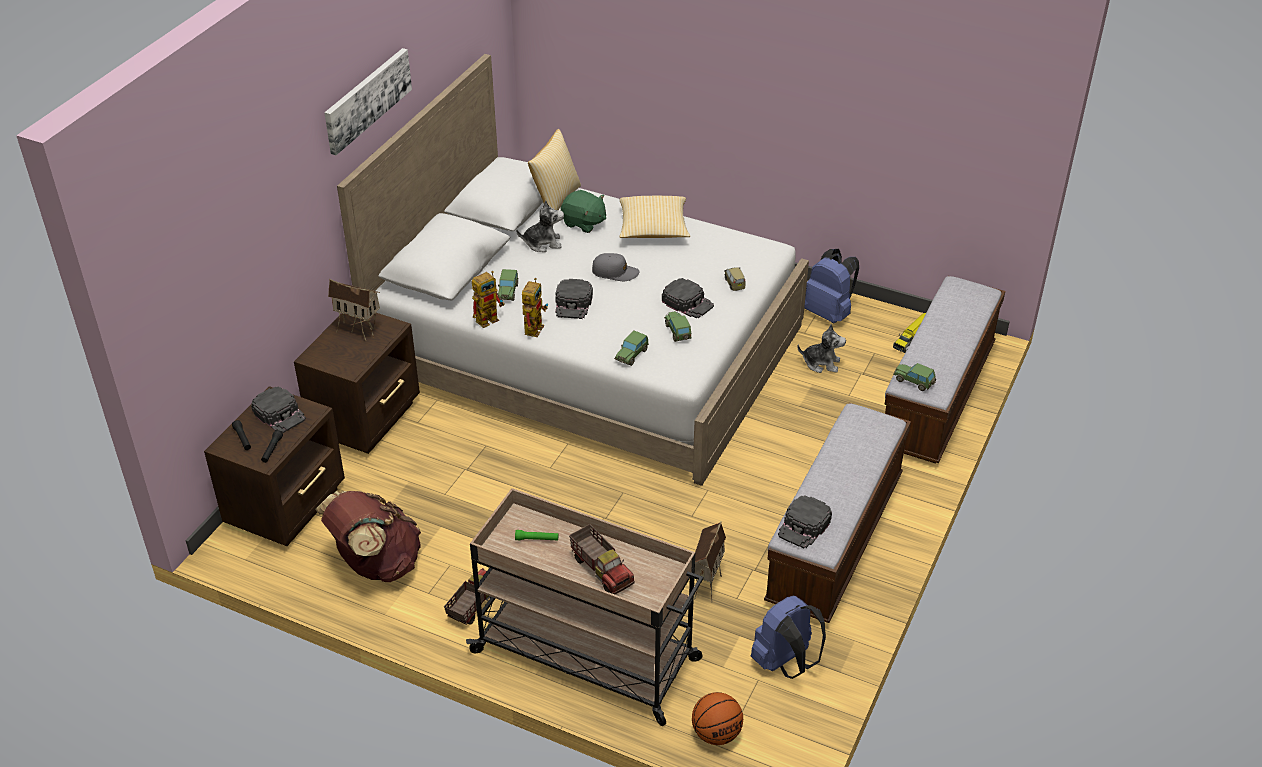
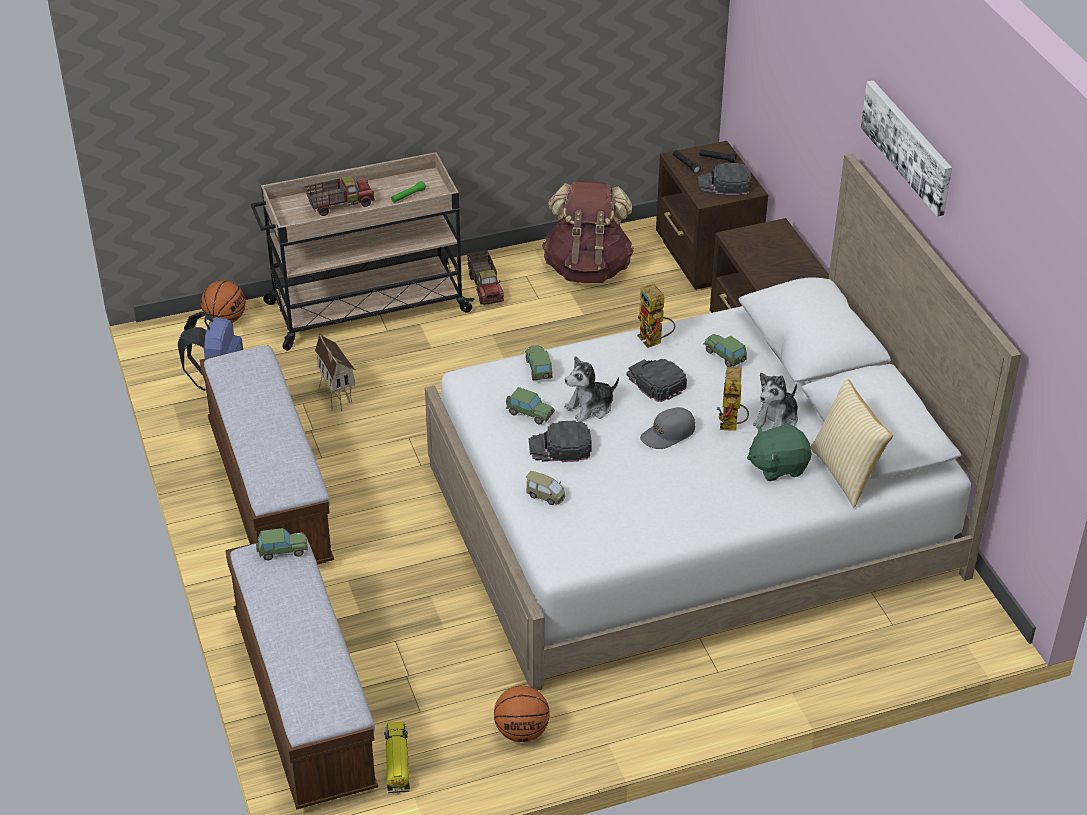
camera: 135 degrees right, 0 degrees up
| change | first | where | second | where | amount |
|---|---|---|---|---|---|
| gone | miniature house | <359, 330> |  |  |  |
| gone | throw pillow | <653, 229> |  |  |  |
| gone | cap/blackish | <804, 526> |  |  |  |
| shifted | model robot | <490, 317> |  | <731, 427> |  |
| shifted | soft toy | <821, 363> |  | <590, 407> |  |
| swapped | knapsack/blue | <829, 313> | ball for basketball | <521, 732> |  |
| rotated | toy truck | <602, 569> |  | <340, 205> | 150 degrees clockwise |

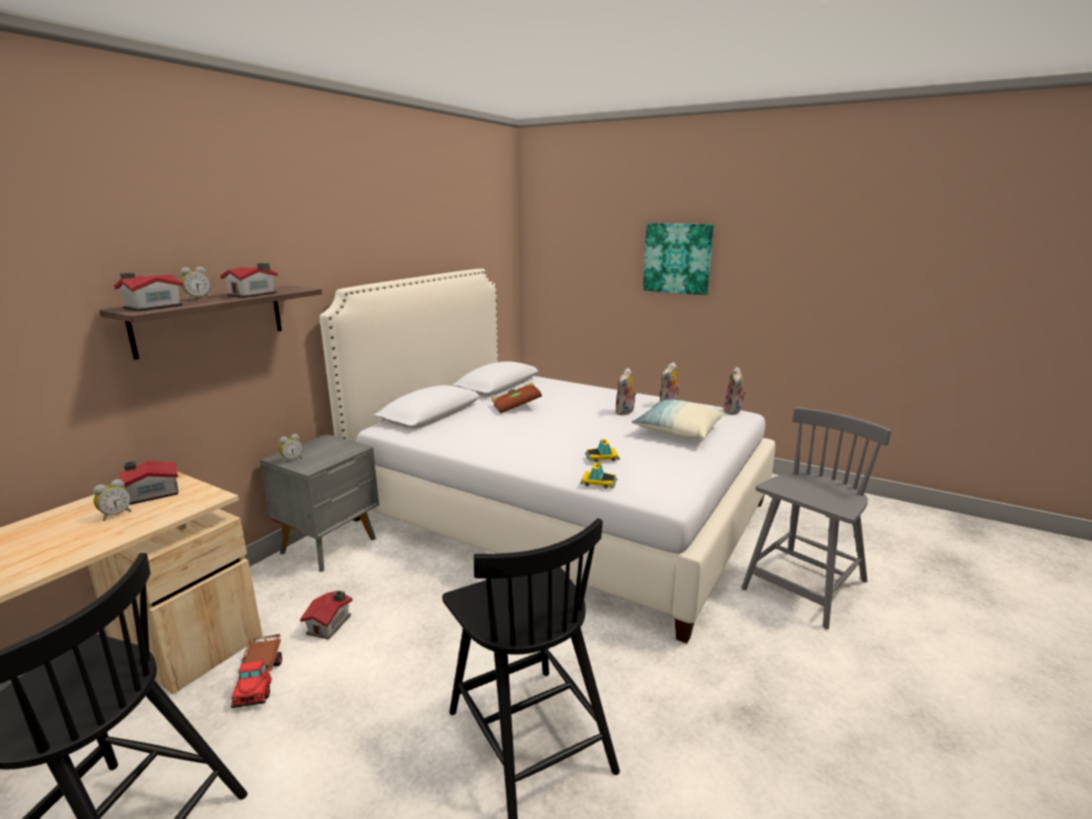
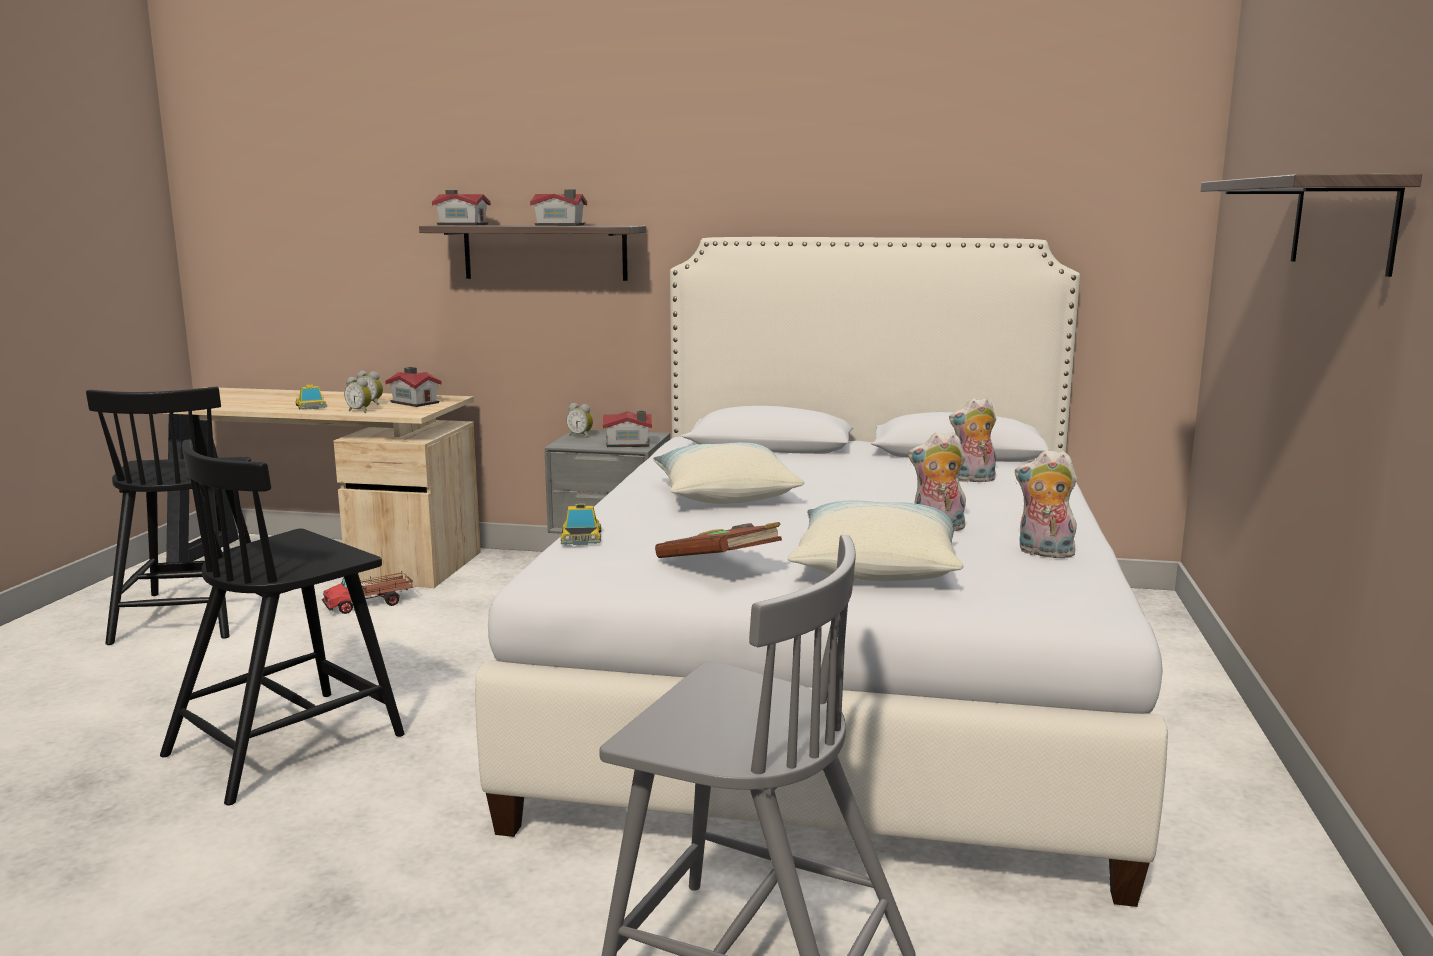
camera: 70 degrees right, 5 degrees down
| change | first | where | second | where | amount |
|---|---|---|---|---|---|
| new |  |  | throw pillow | <724, 495> |  |
| shifted | table clock | <198, 299> |  | <360, 411> |  |
| shifted | miniature house | <331, 624> |  | <629, 444> |  |
| shifted | book/brown-coloured | <516, 407> |  | <719, 565> |  |
| shifted | model car | <602, 457> |  | <311, 406> |  |
| shifted | soft toy | <733, 411> |  | <973, 480> |  |
| swapped | wall art | <677, 258> | shelf | <1342, 223> |  |

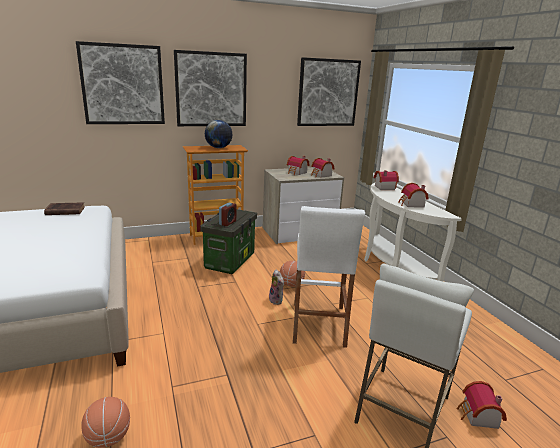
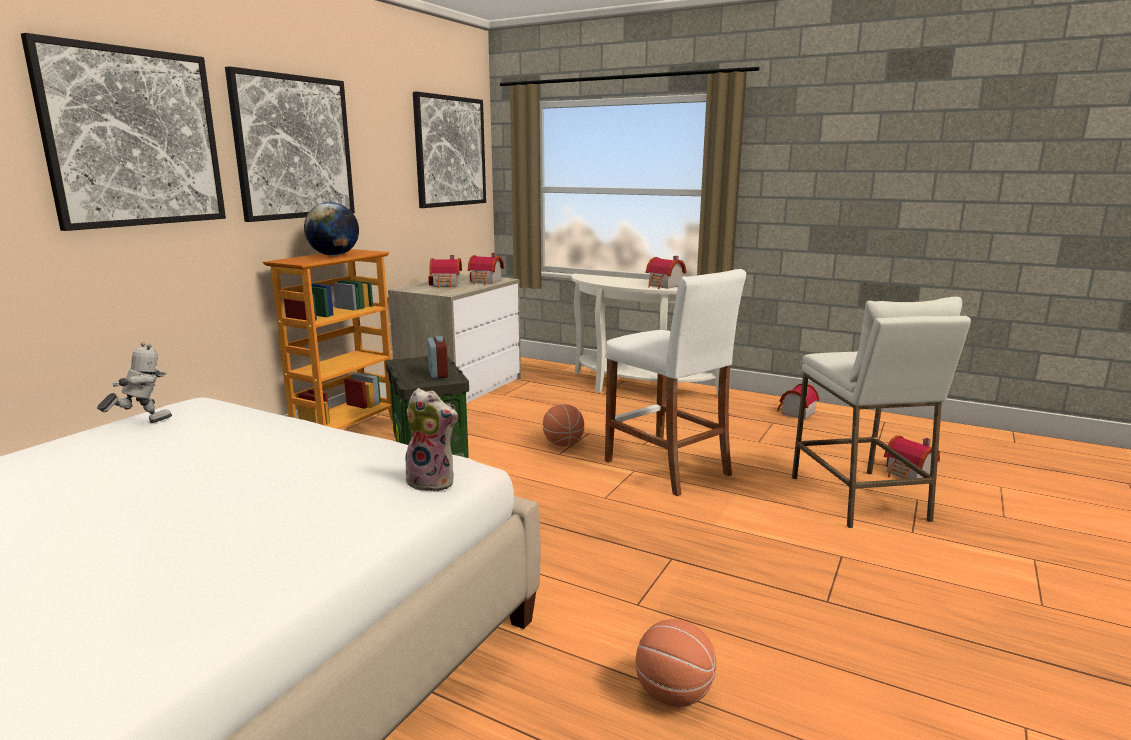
camera: 40 degrees left, 5 degrees down
| change | first | where | second | where | amount |
|---|---|---|---|---|---|
| shifted | soft toy | <277, 300> |  | <433, 482> |  |
| shifted | miniature house | <383, 187> |  | <795, 413> |  |
| swapped | book/brown-coloured | <64, 211> | model robot | <142, 423> |  |

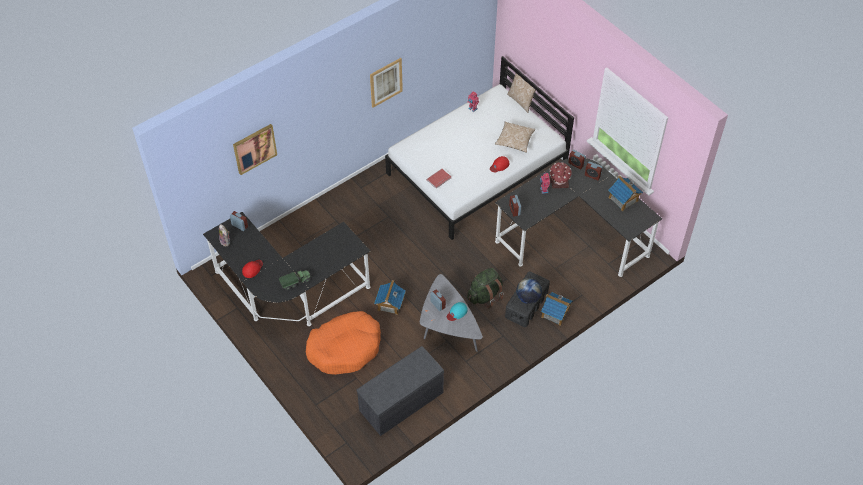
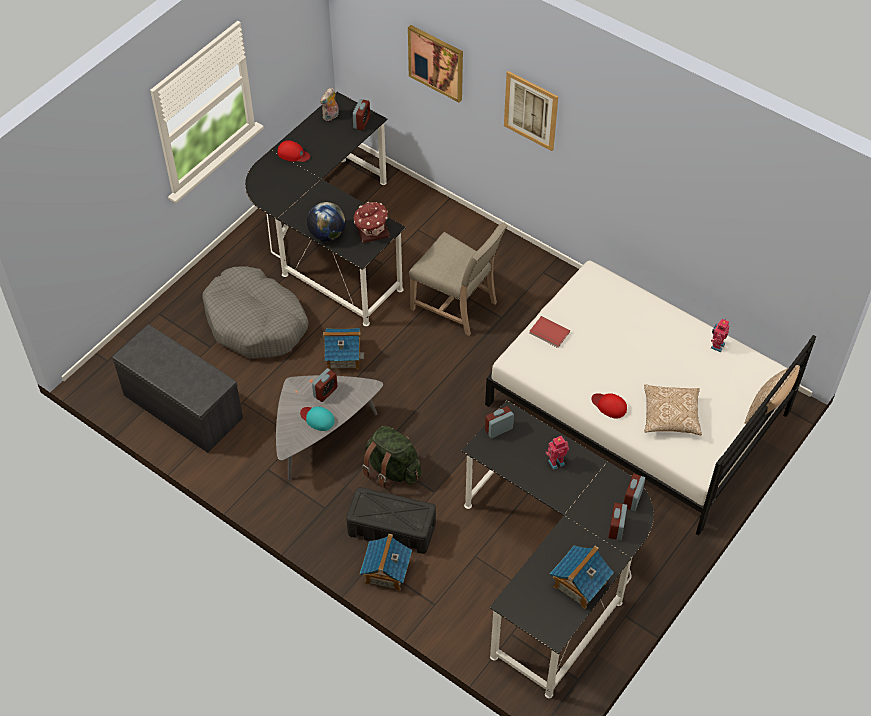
camera: 75 degrees right, 0 degrees up
| change | first | where | second | where | amount |
|---|---|---|---|---|---|
| gone | toy truck | <296, 282> |  |  |  |
| new |  |  | plain chair/sand-coloured | <457, 305> |  |
| shifted | wall art | <386, 82> |  | <531, 110> |  |
| shifted | globe | <528, 298> |  | <327, 234> |  |
| shifted | miniature house | <559, 181> |  | <371, 231> |  |
| repainted | dog cushion/orangey | <345, 348> | dog cushion/greyish | <256, 323> |  |

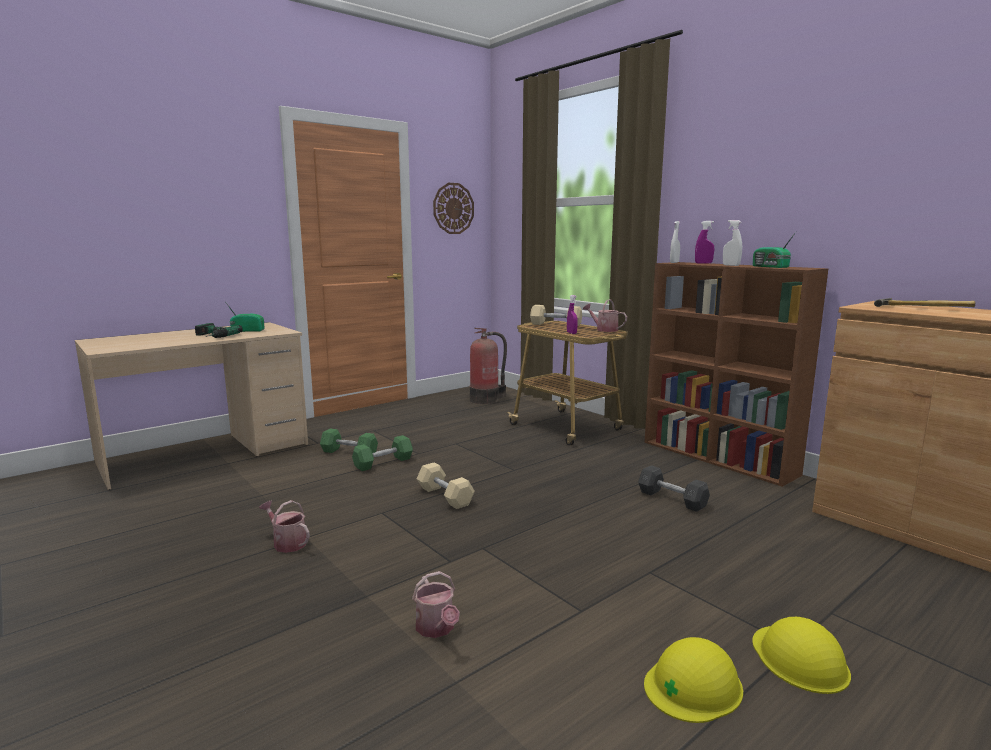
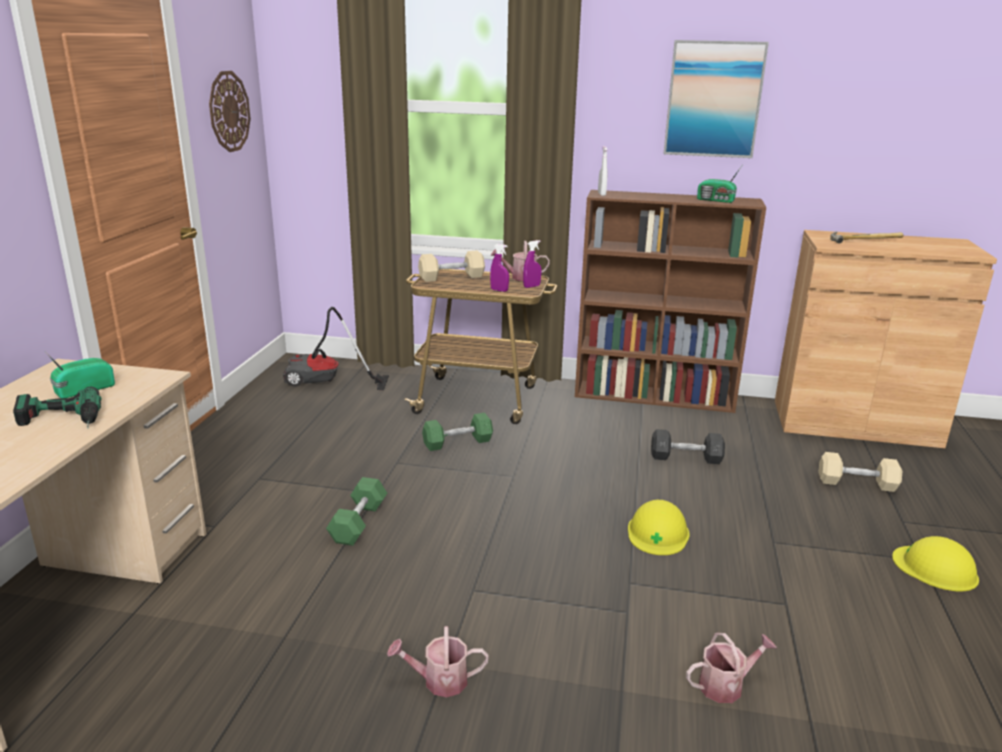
camera: 40 degrees left, 10 degrees up
| change | first | where | second | where | amount |
|---|---|---|---|---|---|
| gone | hand sprayer/white-coloured | <731, 265> |  |  |  |
| new |  |  | wall art | <713, 99> |  |
| shifted | hand weight/greenish | <349, 452> |  | <457, 442> |  |
| shifted | hand weight/sand-coloured | <445, 496> |  | <856, 483> |  |
| shifted | safety helmet/yellow-coloured | <693, 685> |  | <658, 532> |  |
| shifted | hand sprayer/purplish | <703, 263> |  | <531, 286> |  |
| swapped | fire-fighting cylinder | <486, 399> | vacuum cleaner | <326, 383> |  |
| rotated | watering pot | <437, 629> |  | <726, 685> | 45 degrees counterclockwise |

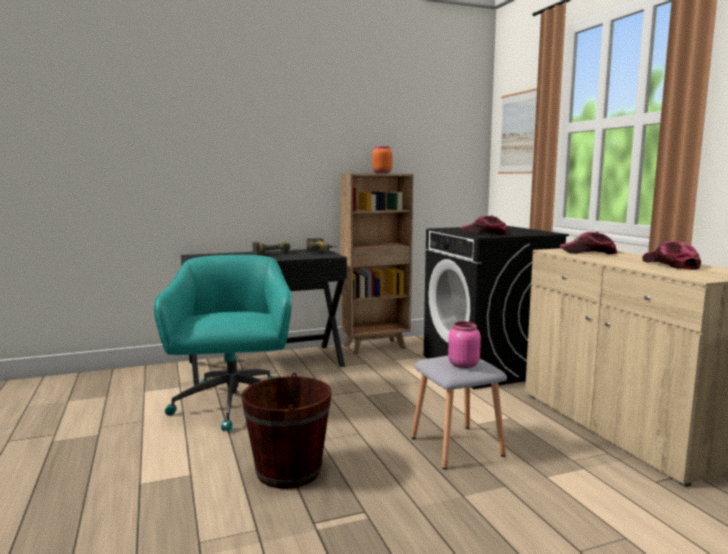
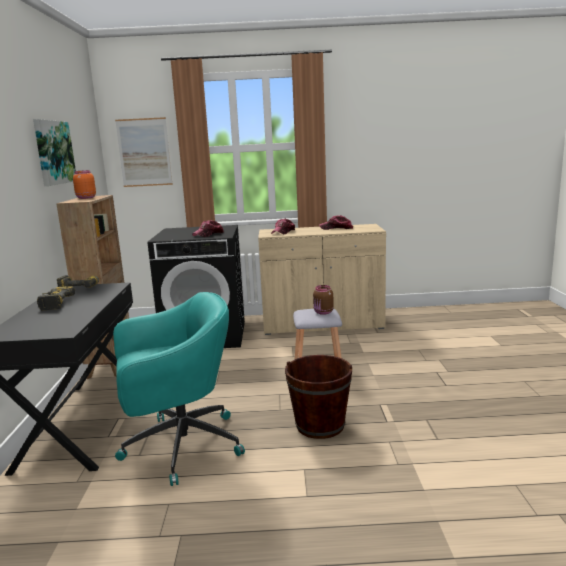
camera: 70 degrees left, 5 degrees up
| change | first | where | second | where | amount |
|---|---|---|---|---|---|
| new |  |  | wall art | <53, 152> |  |
| repainted | storage jar/pink | <462, 365> | storage jar/brown-coloured | <323, 312> |  |
| rotated | computer chair/turquoise | <233, 405> |  | <179, 446> | 150 degrees clockwise |

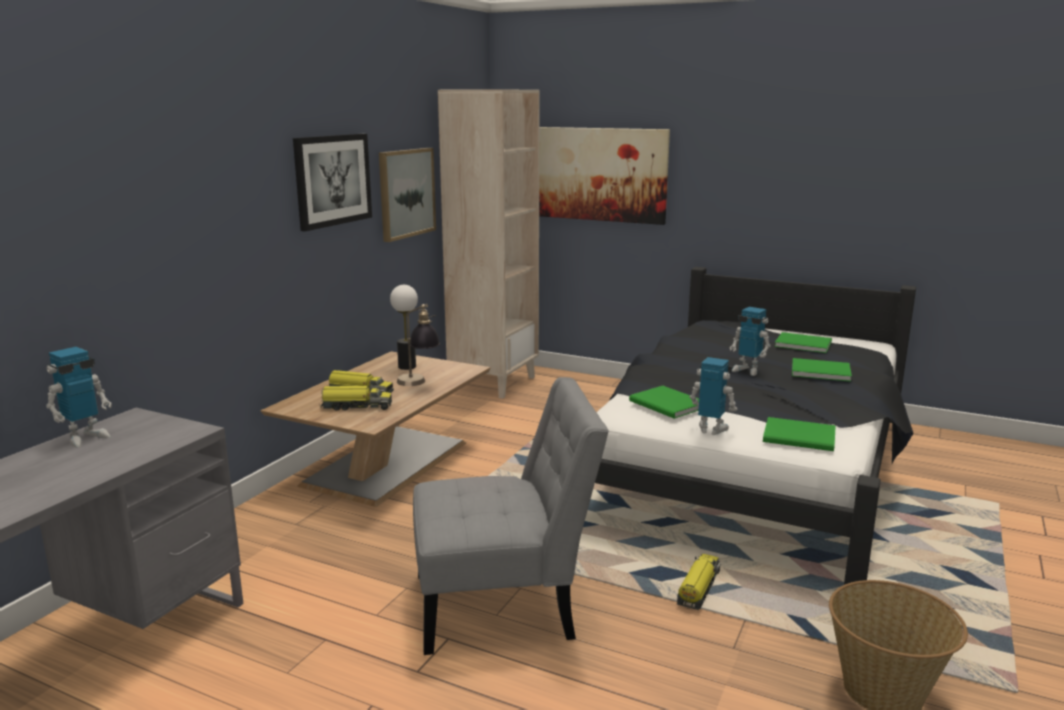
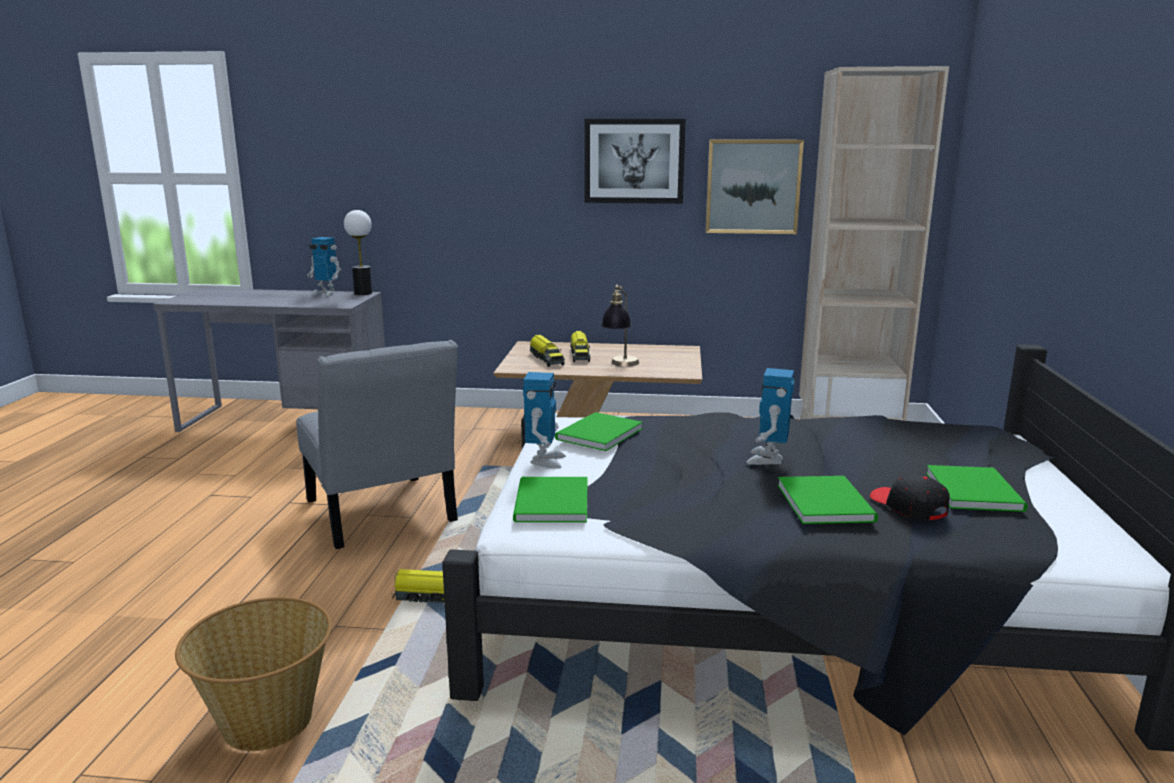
camera: 70 degrees right, 0 degrees up
| change | first | where | second | where | amount |
|---|---|---|---|---|---|
| gone | wall art | <601, 174> |  |  |  |
| new |  |  | cap/blackish | <908, 507> |  |
| shifted | tabletop lamp | <407, 366> |  | <363, 293> |  |

